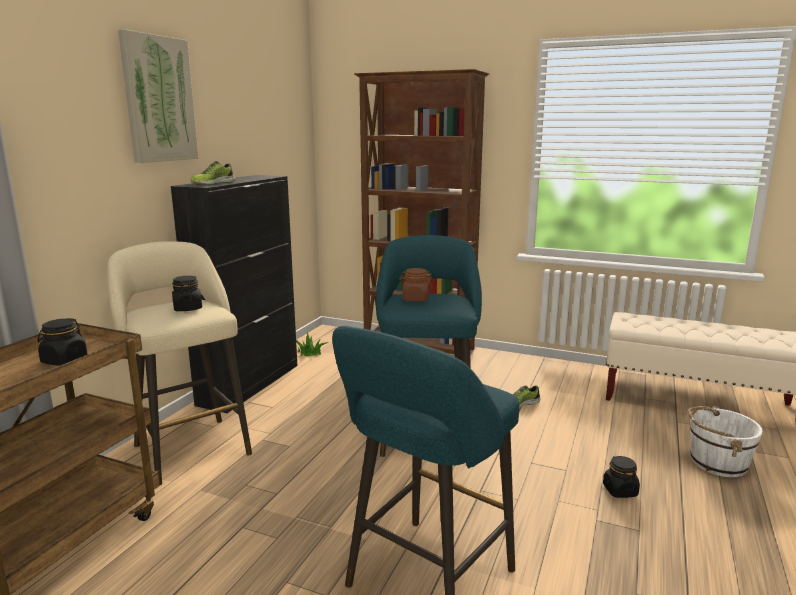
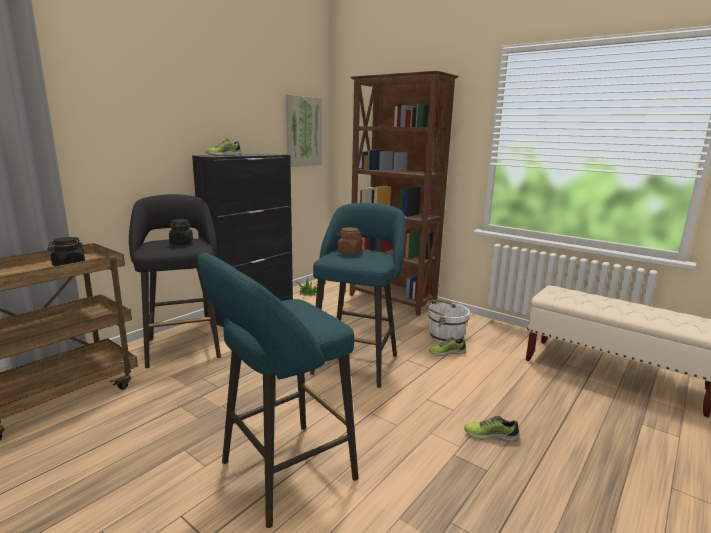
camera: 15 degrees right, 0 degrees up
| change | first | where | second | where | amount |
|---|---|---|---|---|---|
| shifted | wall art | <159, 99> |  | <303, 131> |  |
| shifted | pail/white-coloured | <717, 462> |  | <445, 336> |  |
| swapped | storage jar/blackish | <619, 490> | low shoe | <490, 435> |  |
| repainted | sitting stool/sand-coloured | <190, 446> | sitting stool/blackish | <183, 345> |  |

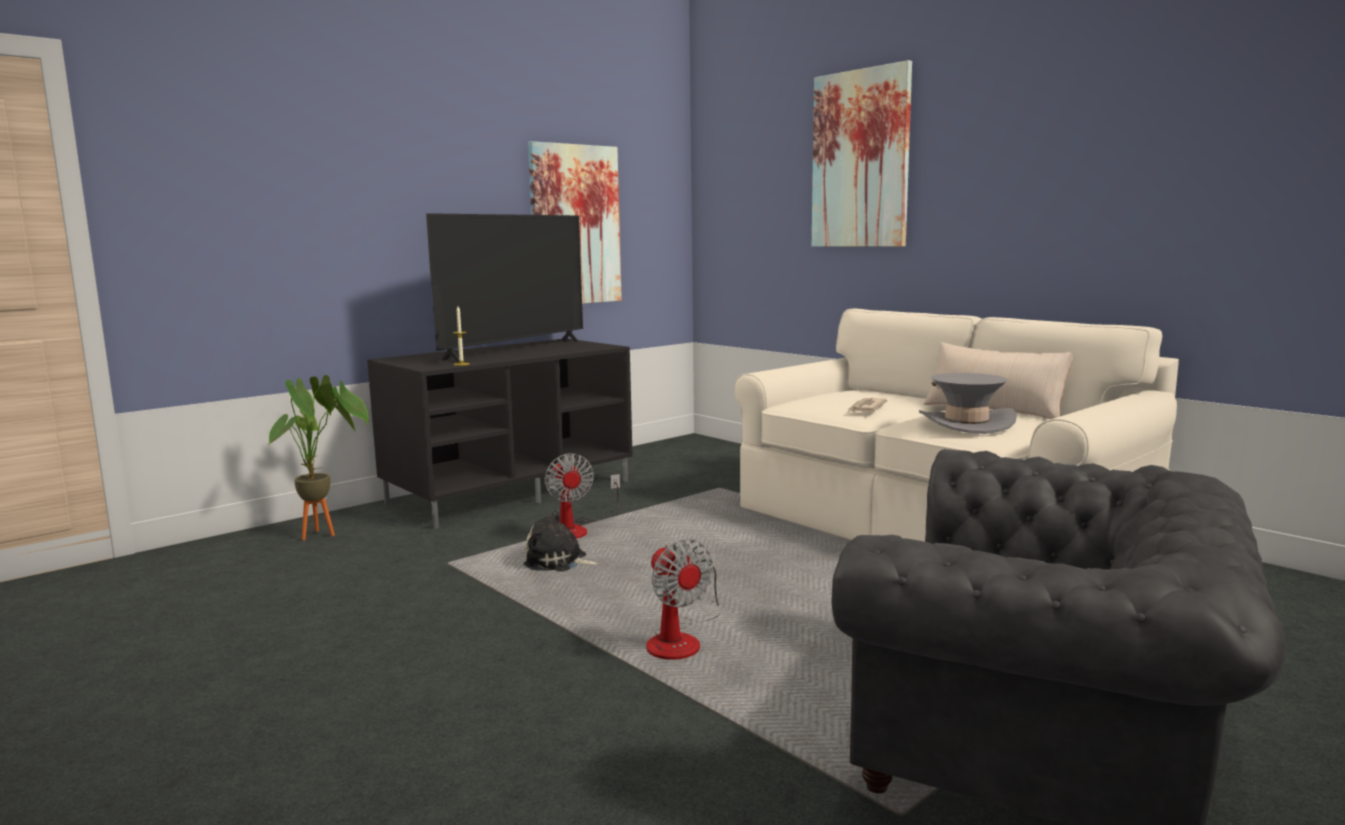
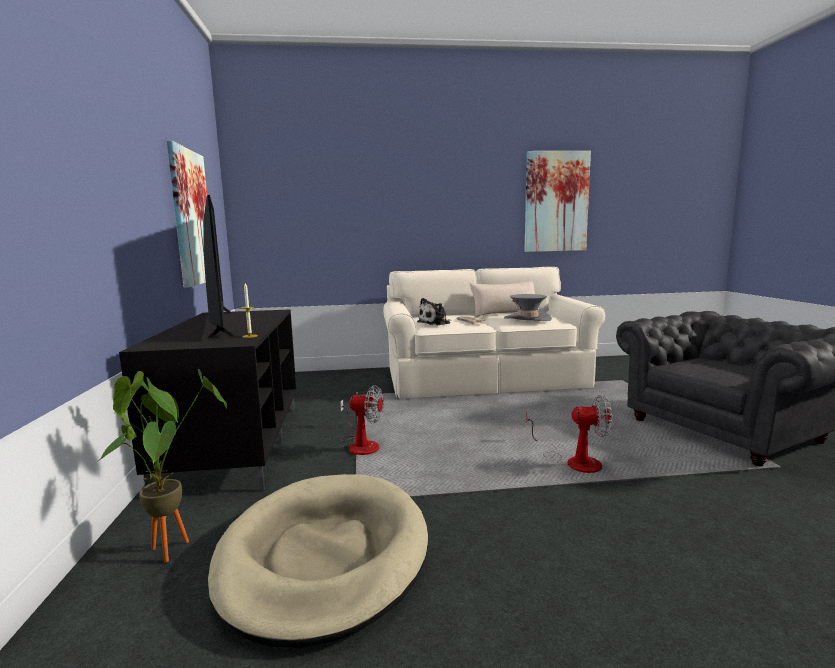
camera: 55 degrees left, 0 degrees up
| change | first | where | second | where | amount |
|---|---|---|---|---|---|
| new |  |  | dog cushion/sand-coloured | <324, 557> |  |
| shifted | soft toy | <559, 562> |  | <435, 323> |  |
| shifted | wall art | <860, 159> |  | <556, 202> |  |

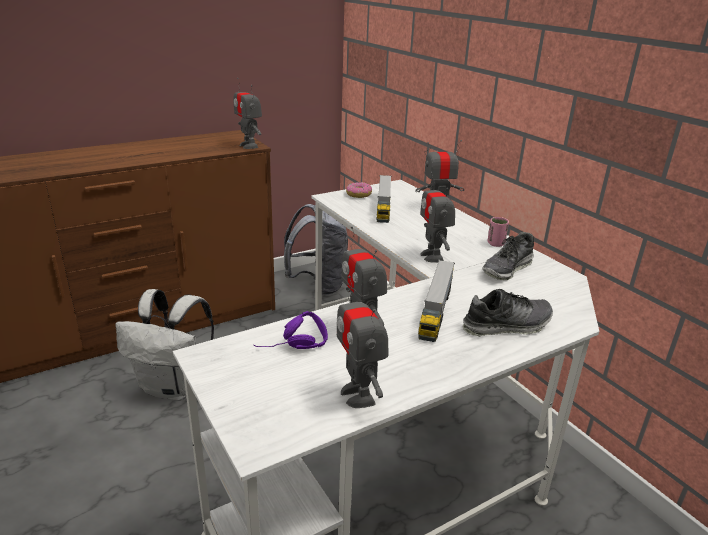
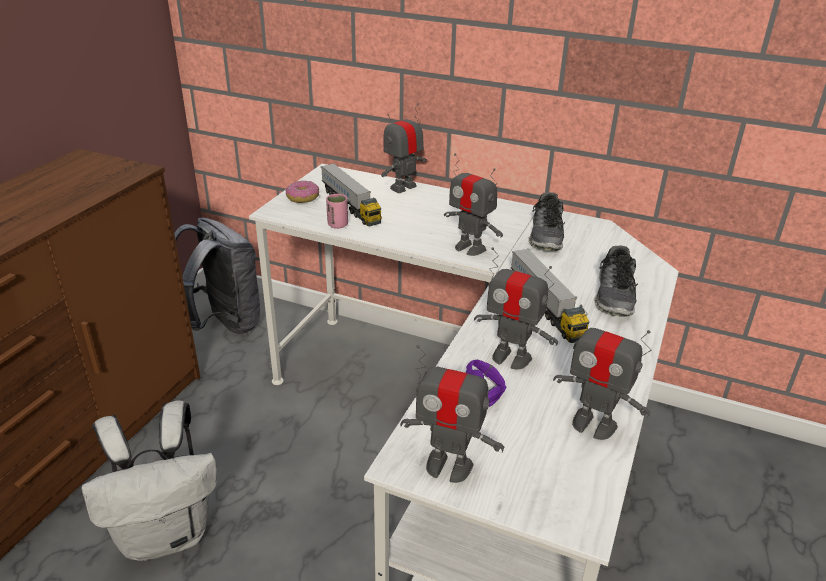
camera: 35 degrees left, 5 degrees up
| change | first | where | second | where | amount |
|---|---|---|---|---|---|
| shifted | model robot | <249, 146> |  | <448, 466> |  |
| shifted | cup/pink | <495, 244> |  | <337, 225> |  |
| rotated | low shoe | <506, 326> |  | <615, 296> | 150 degrees clockwise |

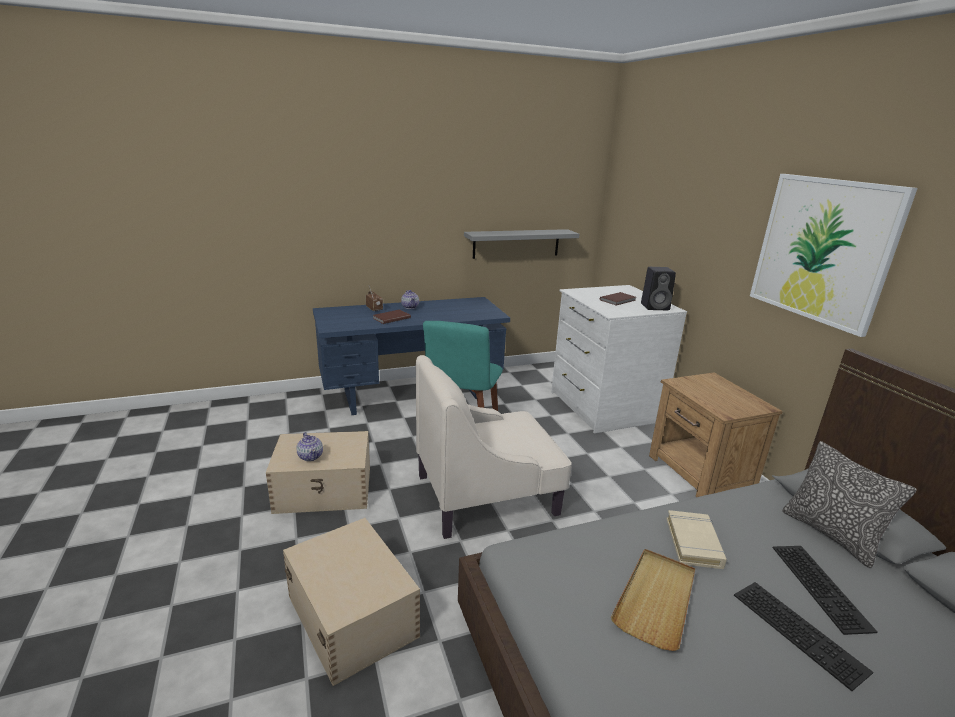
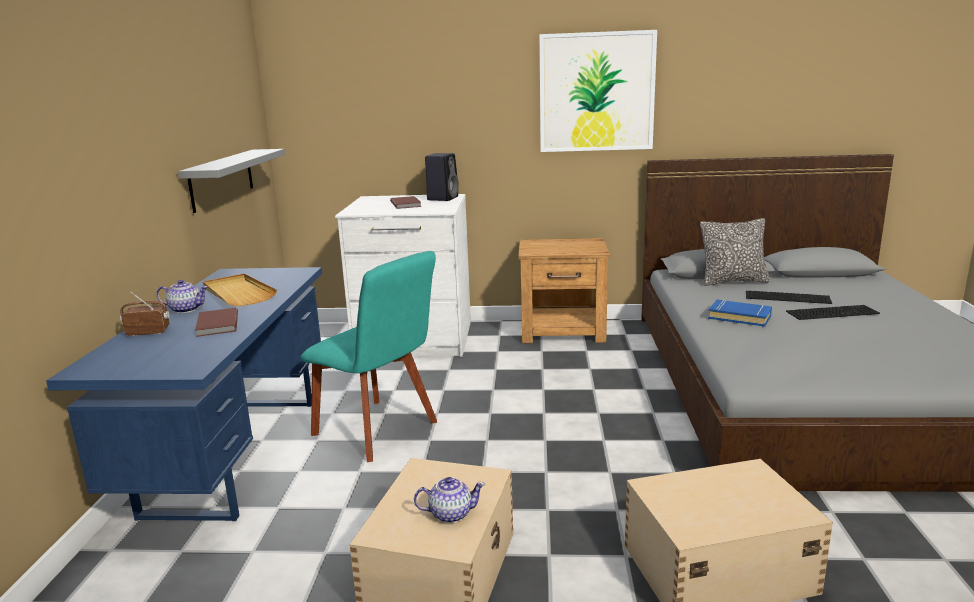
camera: 65 degrees left, 5 degrees down
| change | first | where | second | where | amount |
|---|---|---|---|---|---|
| gone | easy chair/sand-coloured | <488, 494> |  |  |  |
| shifted | tray/sand-coloured | <656, 599> |  | <238, 293> |  |
| repainted | book/sand-coloured | <694, 543> | book/blue | <739, 317> |  |

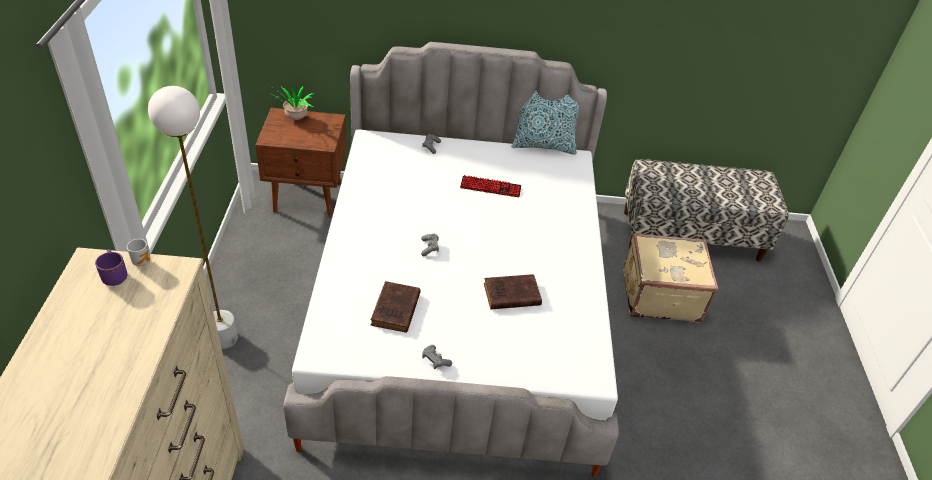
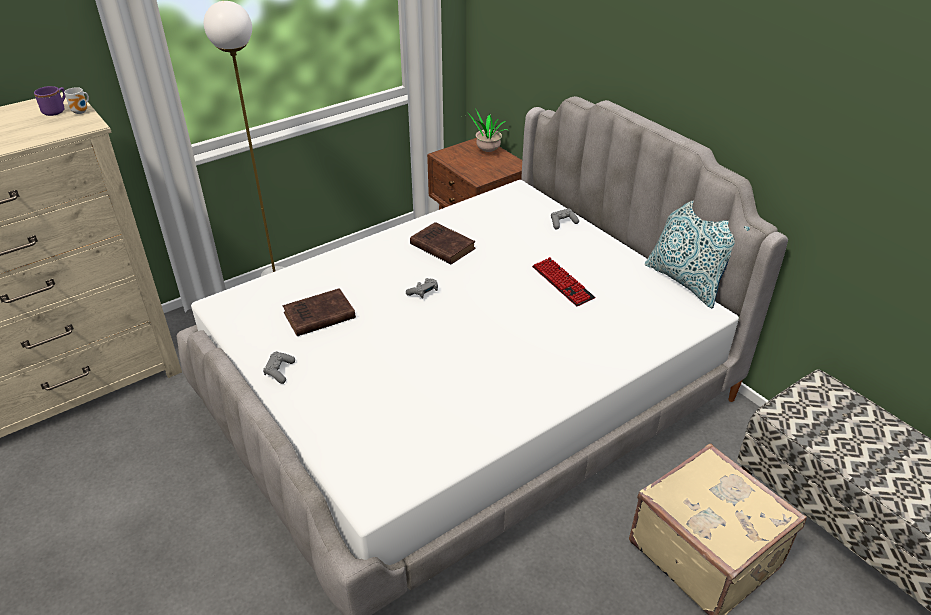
camera: 55 degrees right, 5 degrees down
| change | first | where | second | where | amount |
|---|---|---|---|---|---|
| shifted | book/brown-coloured | <510, 295> |  | <441, 246> |  |

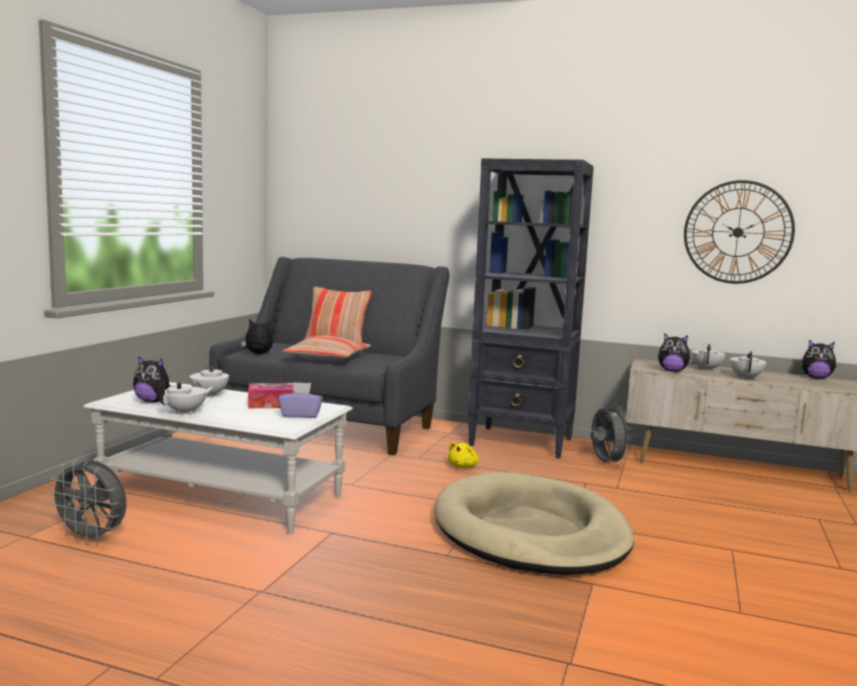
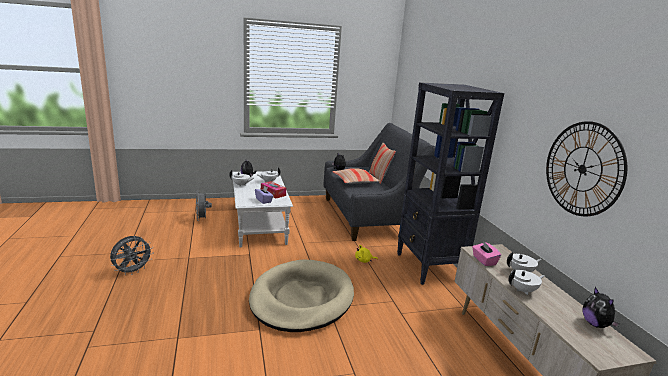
camera: 55 degrees right, 10 degrees up
| change | first | where | second | where | amount |
|---|---|---|---|---|---|
| shifted | cooling fan/greyish | <605, 463> |  | <133, 271> |  |
| swapped | soft toy | <672, 371> | box of tissues/pink | <484, 260> |  |

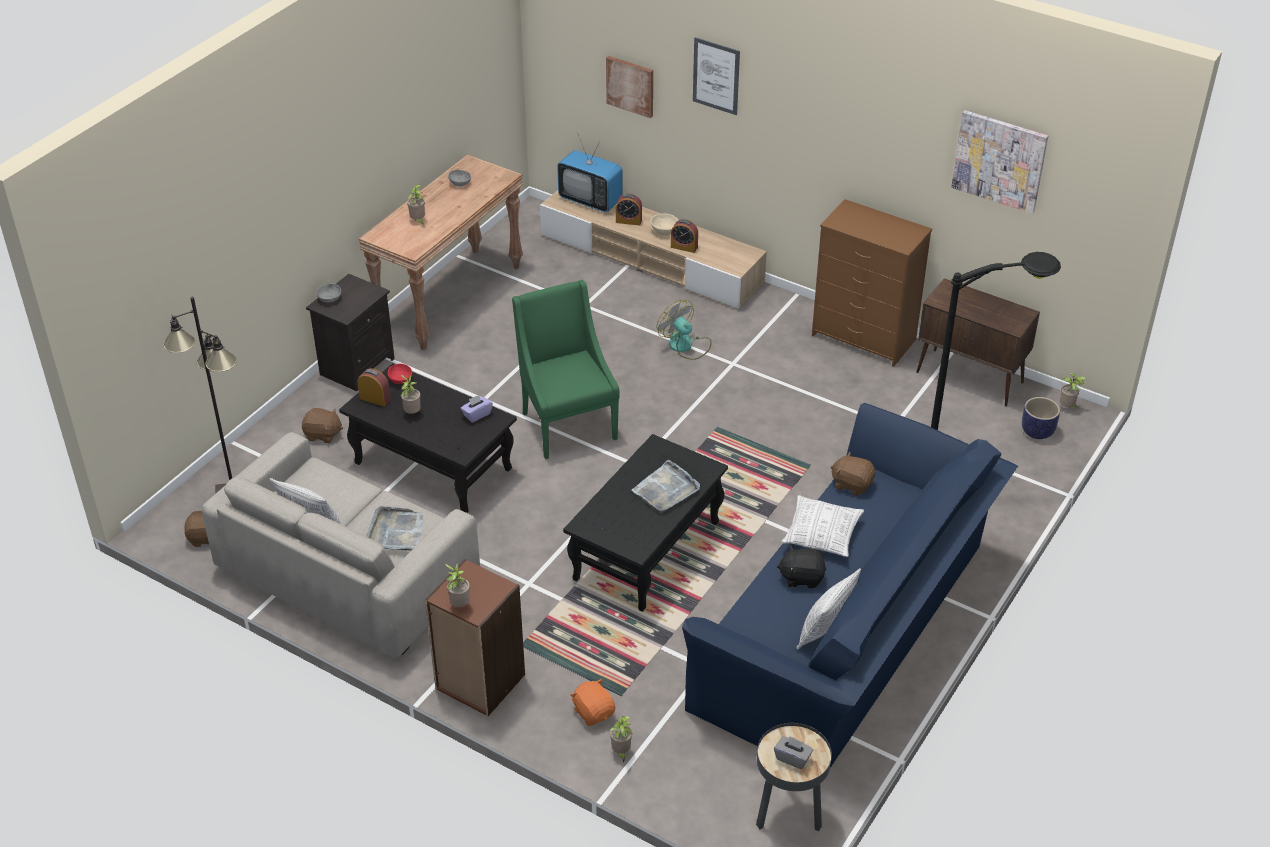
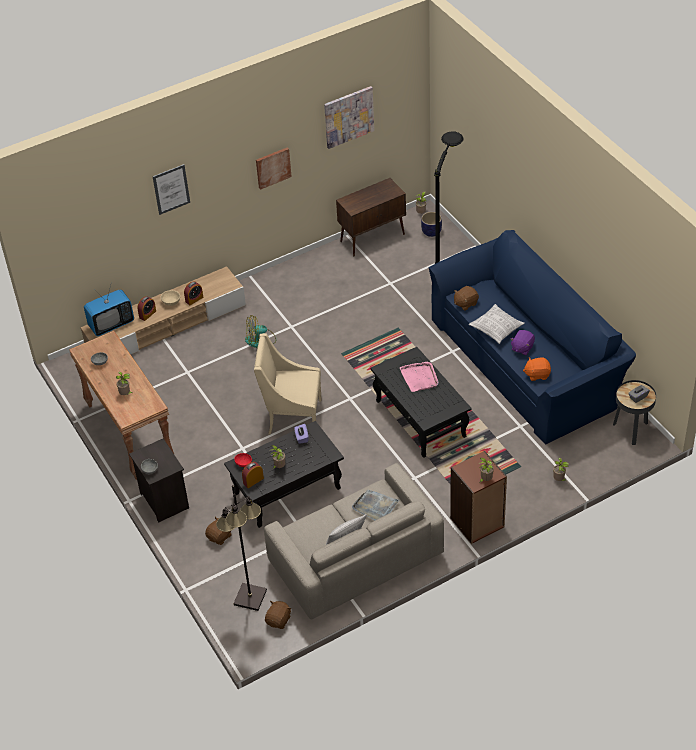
camera: 60 degrees left, 5 degrees up
| change | first | where | second | where | amount |
|---|---|---|---|---|---|
| gone | throw pillow | <825, 632> |  |  |  |
| gone | dresser/brown-coloured | <864, 337> |  |  |  |
| shifted | soft toy/orangey | <594, 712> |  | <537, 374> |  |
| shifted | wall art | <630, 86> |  | <273, 167> |  |
| repainted | easy chair/greenish | <566, 424> | easy chair/sand-coloured | <292, 417> |  |
| repainted | tray/greyish | <666, 489> | tray/pink | <420, 377> |  |
| repainted | soft toy/blackish | <801, 577> | soft toy/purplish | <522, 348> |  |

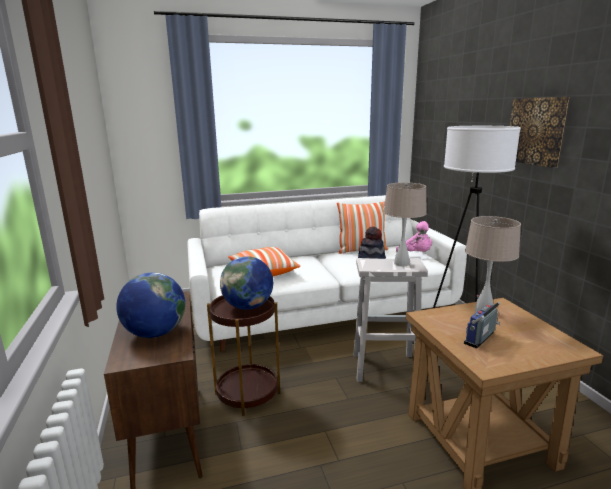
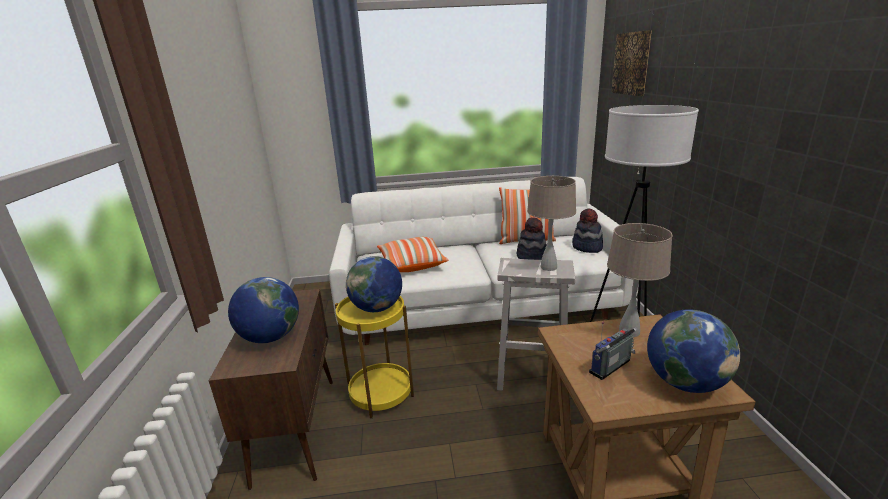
camera: 10 degrees right, 5 degrees up
| change | first | where | second | where | amount |
|---|---|---|---|---|---|
| new |  |  | globe | <685, 382> |  |
| shifted | wall art | <536, 131> |  | <632, 63> |  |
| swapped | soft toy/pink | <416, 254> | hat | <587, 247> |  |
| repainted | side table/brown-coloured | <247, 393> | side table/yellow-coloured | <381, 393> |  |

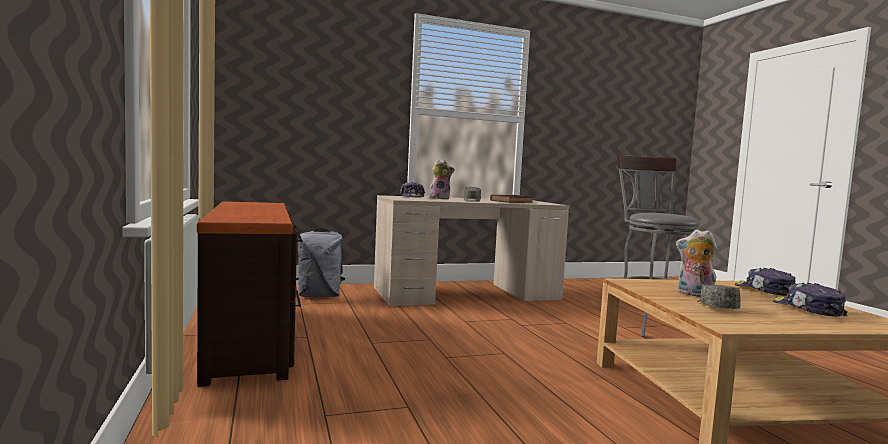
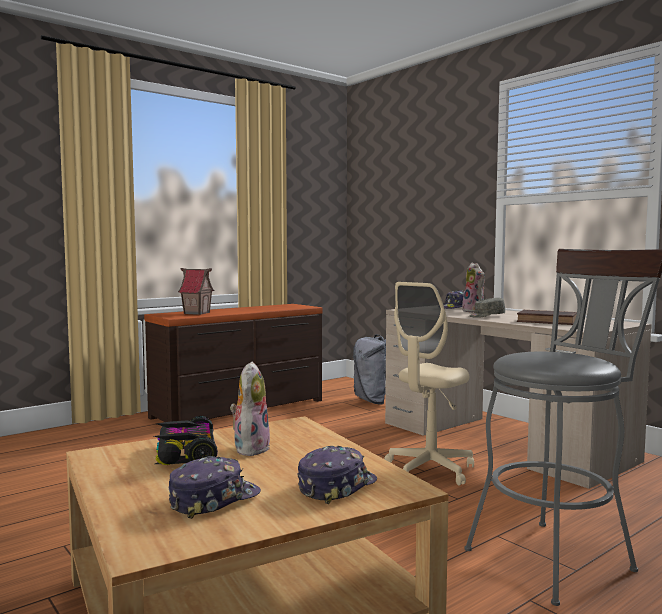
camera: 70 degrees right, 0 degrees up
| change | first | where | second | where | amount |
|---|---|---|---|---|---|
| new |  |  | miniature house | <197, 313> |  |
| new |  |  | computer chair/sand-coloured | <429, 470> |  |
| swapped | cap/greyish | <716, 307> | model car | <185, 454> |  |

